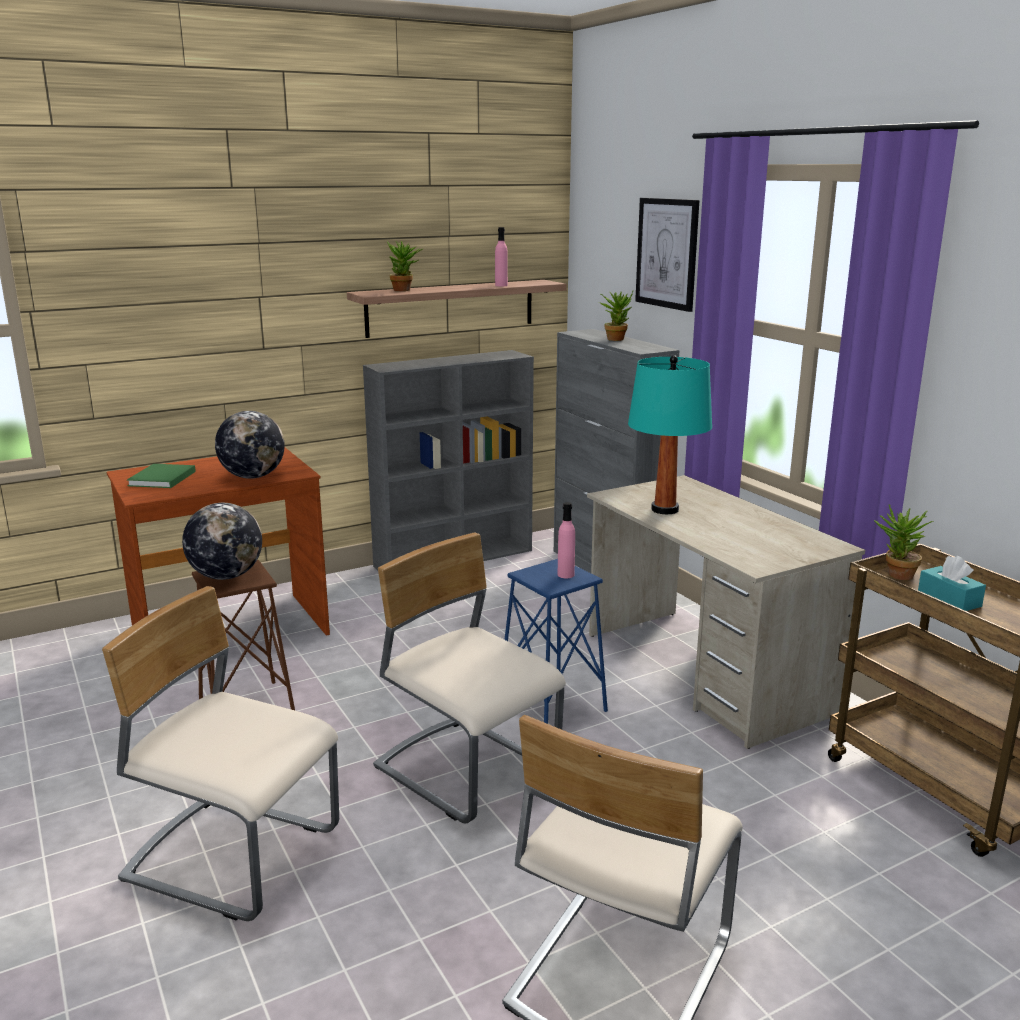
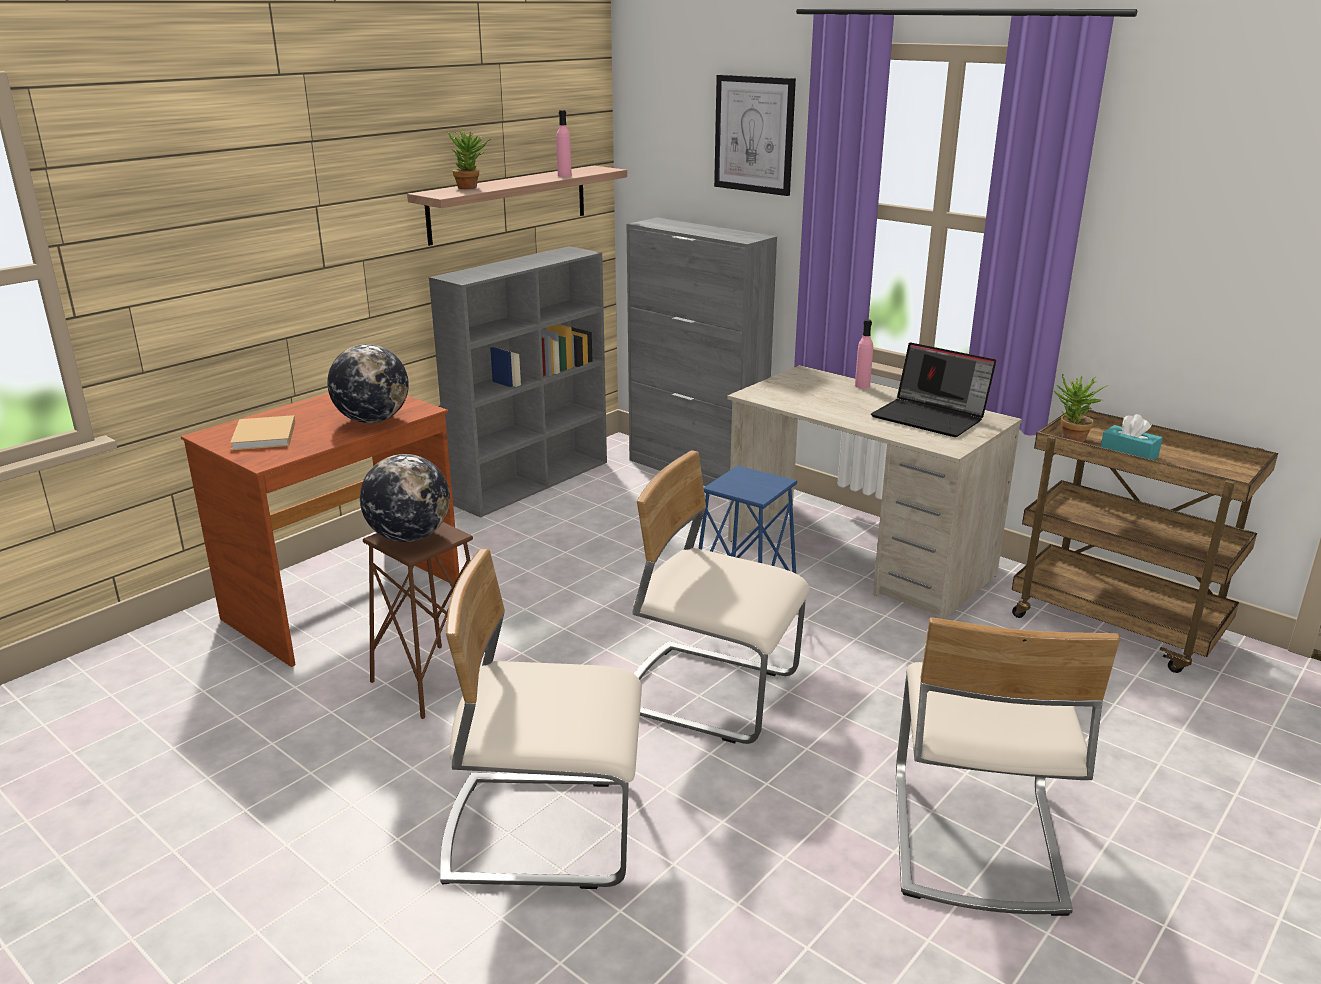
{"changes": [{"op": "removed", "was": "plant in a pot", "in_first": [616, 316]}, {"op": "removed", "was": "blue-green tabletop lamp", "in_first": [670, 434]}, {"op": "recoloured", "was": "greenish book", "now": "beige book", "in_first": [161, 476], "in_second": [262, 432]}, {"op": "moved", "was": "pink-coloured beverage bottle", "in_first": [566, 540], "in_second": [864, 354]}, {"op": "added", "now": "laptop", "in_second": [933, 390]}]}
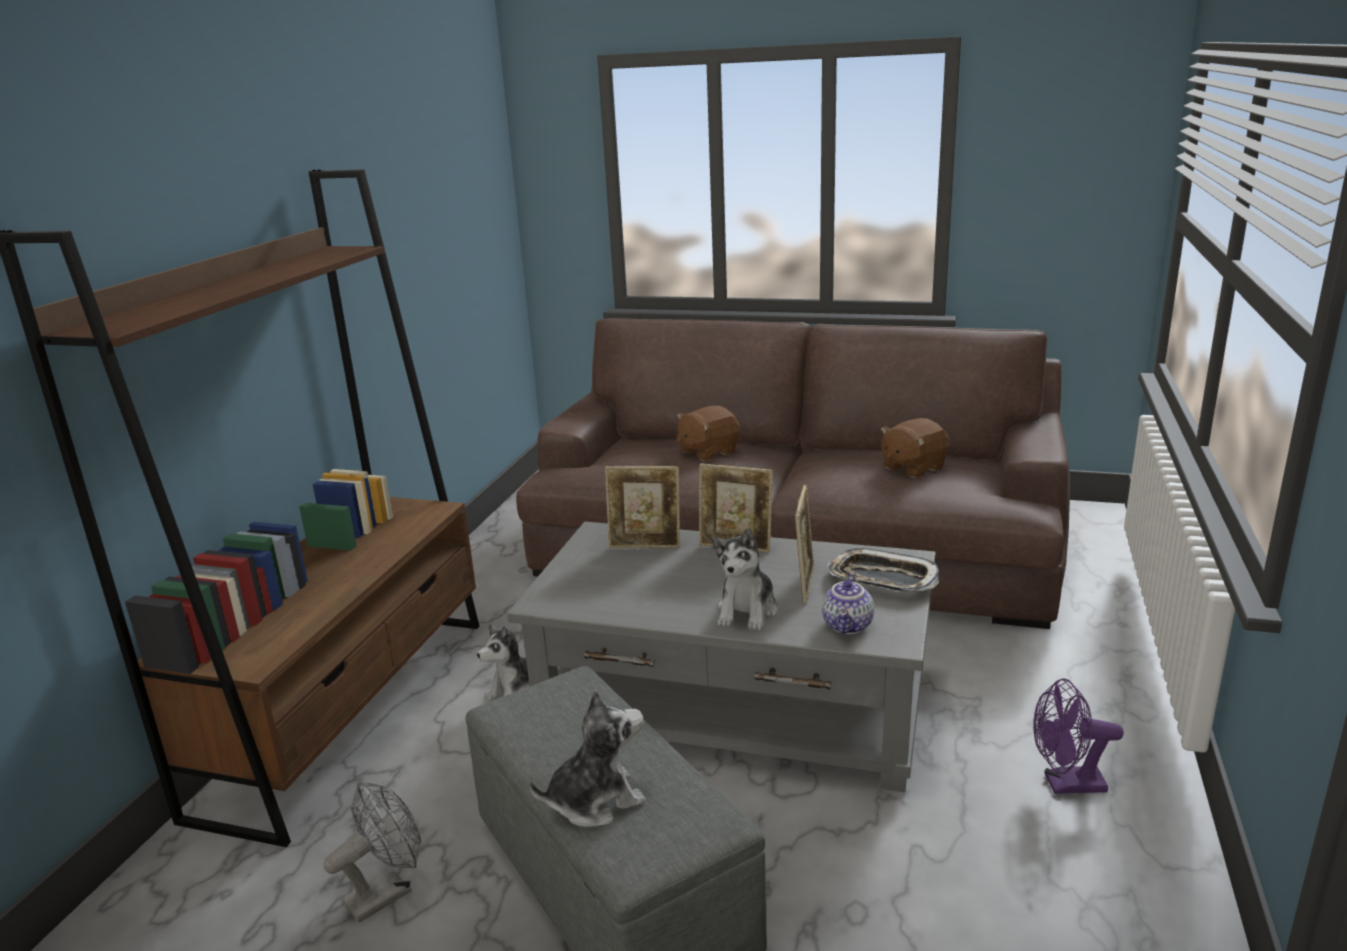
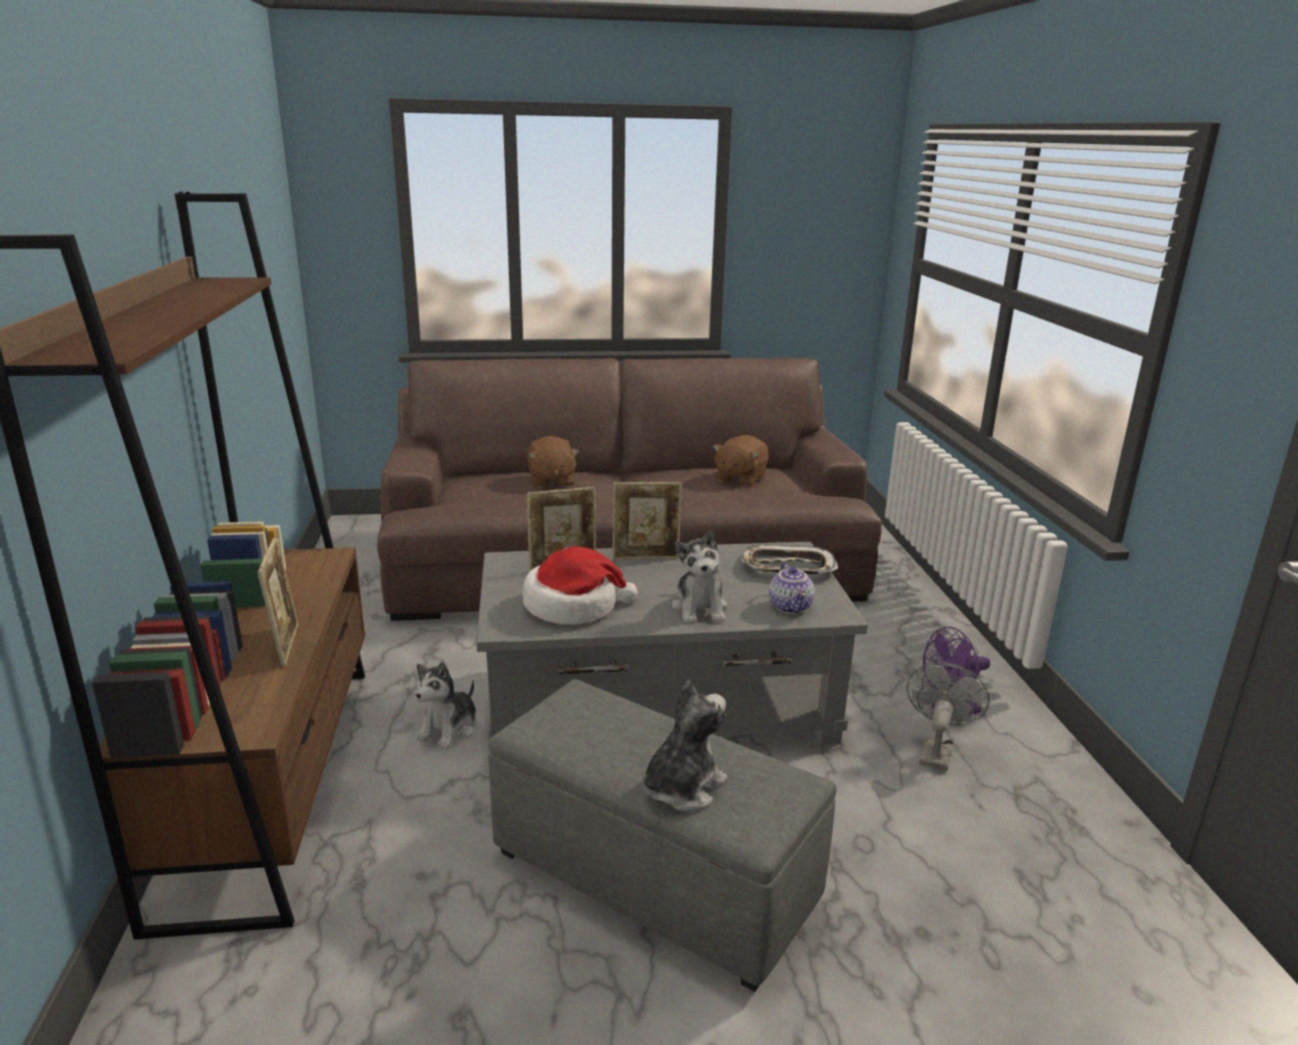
{"changes": [{"op": "turned", "was": "brown-coloured cuddly toy", "in_first": [708, 433], "in_second": [553, 462], "clockwise": -45}, {"op": "moved", "was": "standing frame", "in_first": [804, 544], "in_second": [278, 601]}, {"op": "moved", "was": "greyish cooling fan", "in_first": [372, 852], "in_second": [948, 716]}, {"op": "added", "now": "hat", "in_second": [580, 585]}]}
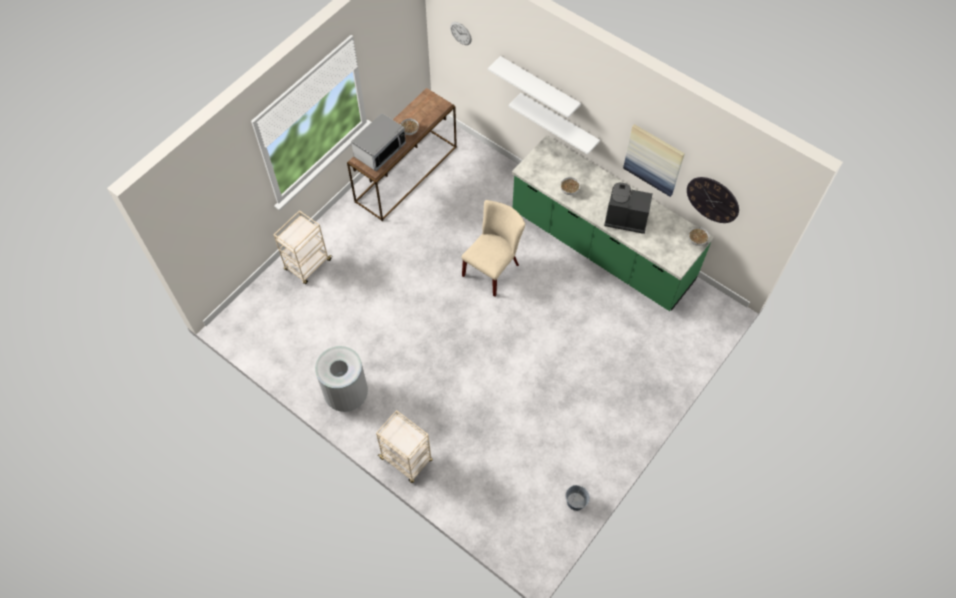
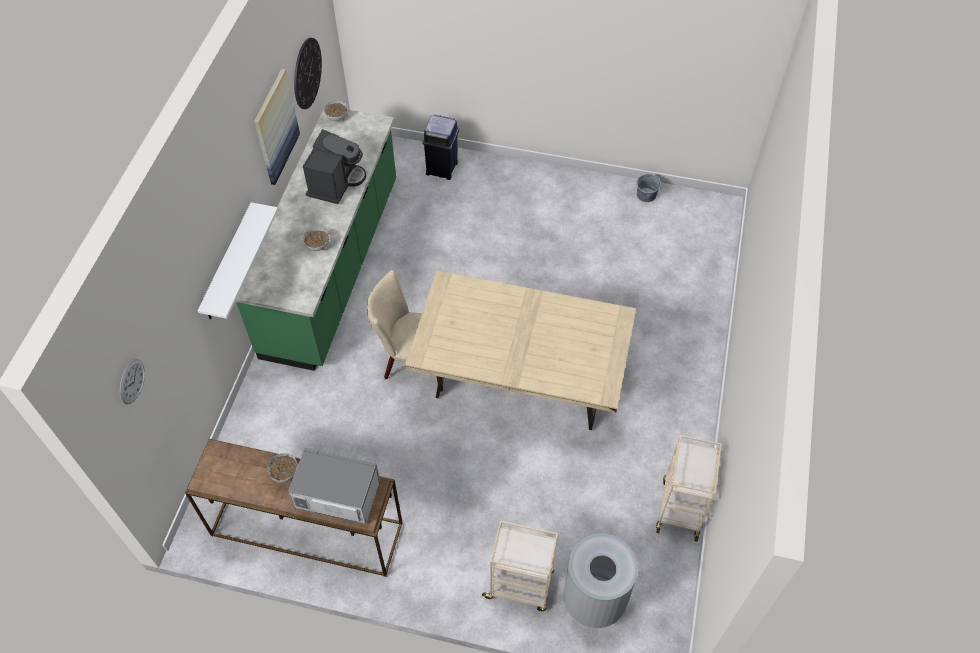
{"changes": [{"op": "removed", "was": "whitish shelf", "in_first": [534, 87]}, {"op": "turned", "was": "coffee brewer", "in_first": [628, 208], "in_second": [334, 166], "clockwise": -150}, {"op": "moved", "was": "greyish trash can", "in_first": [341, 379], "in_second": [601, 580]}, {"op": "moved", "was": "beige wheeled cart", "in_first": [404, 446], "in_second": [689, 488]}, {"op": "added", "now": "bluish trash can", "in_second": [440, 147]}, {"op": "added", "now": "beige kitchen table", "in_second": [520, 350]}]}
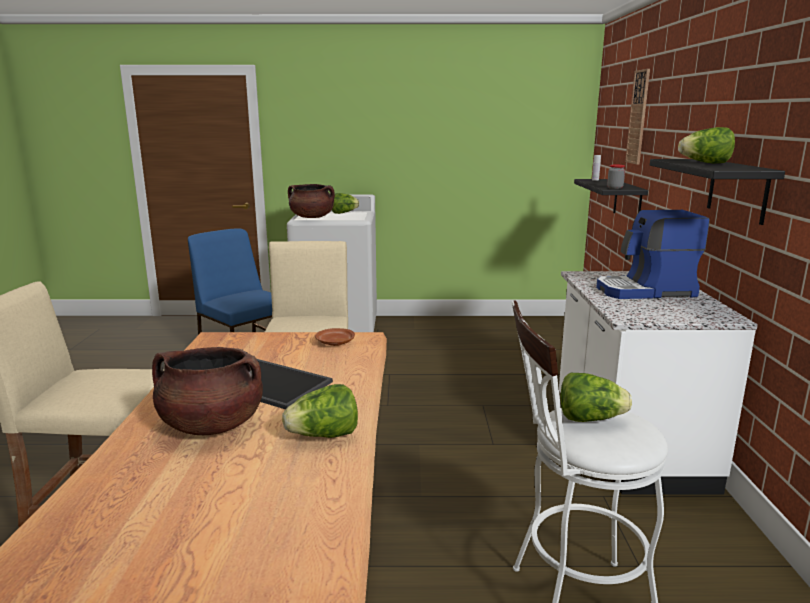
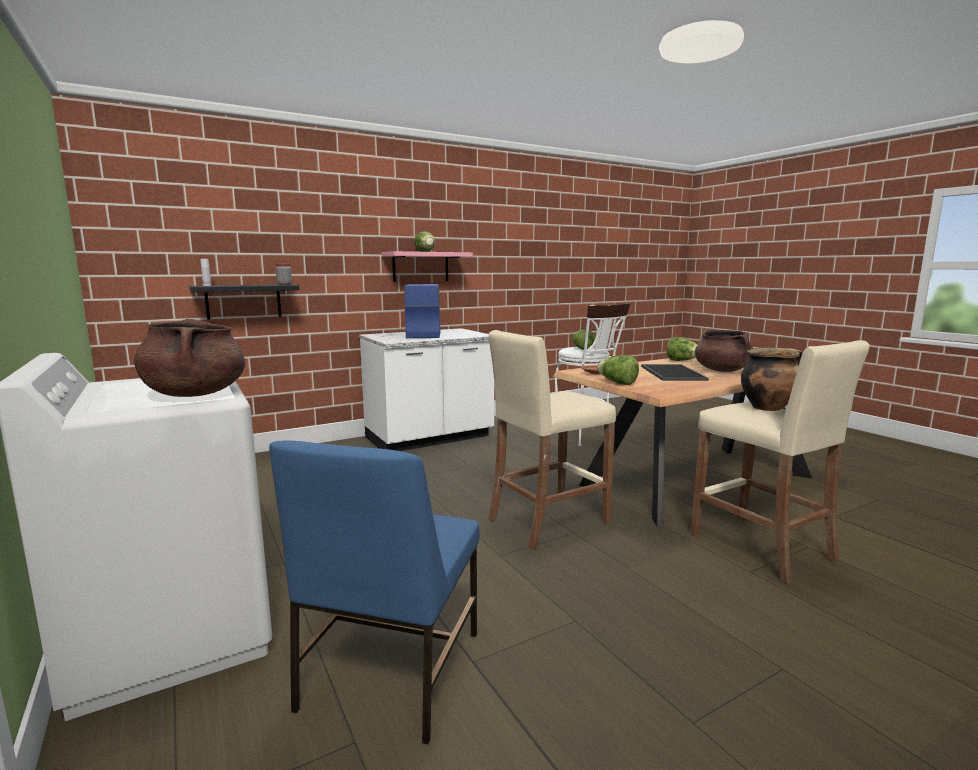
{"changes": [{"op": "removed", "was": "wall clock", "in_first": [637, 117]}, {"op": "recoloured", "was": "black shelf", "now": "pink-coloured shelf", "in_first": [717, 192], "in_second": [427, 266]}, {"op": "moved", "was": "lettuce head", "in_first": [345, 203], "in_second": [618, 370]}, {"op": "turned", "was": "coffee brewer", "in_first": [653, 254], "in_second": [422, 311], "clockwise": -150}, {"op": "added", "now": "stockpot", "in_second": [772, 379]}]}
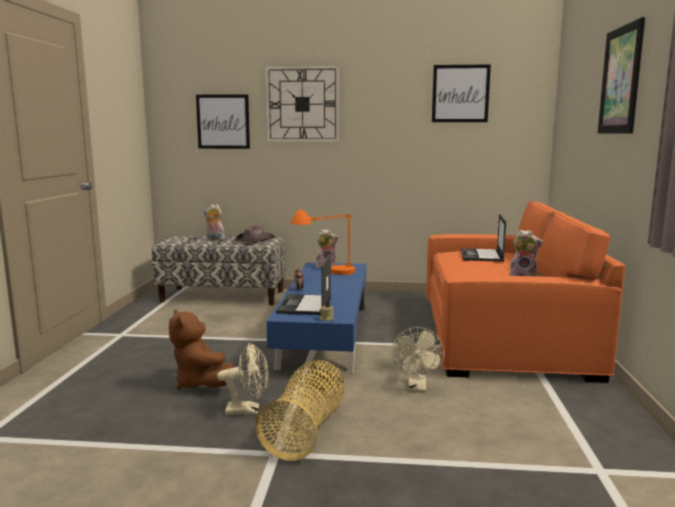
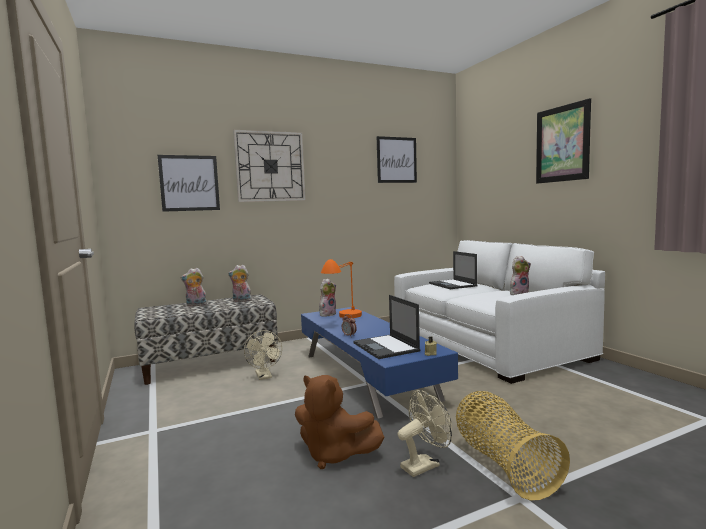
{"changes": [{"op": "recoloured", "was": "orangey couch", "now": "whitish couch", "in_first": [525, 292], "in_second": [499, 312]}, {"op": "replaced", "was": "brown-coloured hat", "now": "cuddly toy", "in_first": [254, 234], "in_second": [240, 283]}, {"op": "moved", "was": "beige cooling fan", "in_first": [418, 359], "in_second": [263, 355]}]}
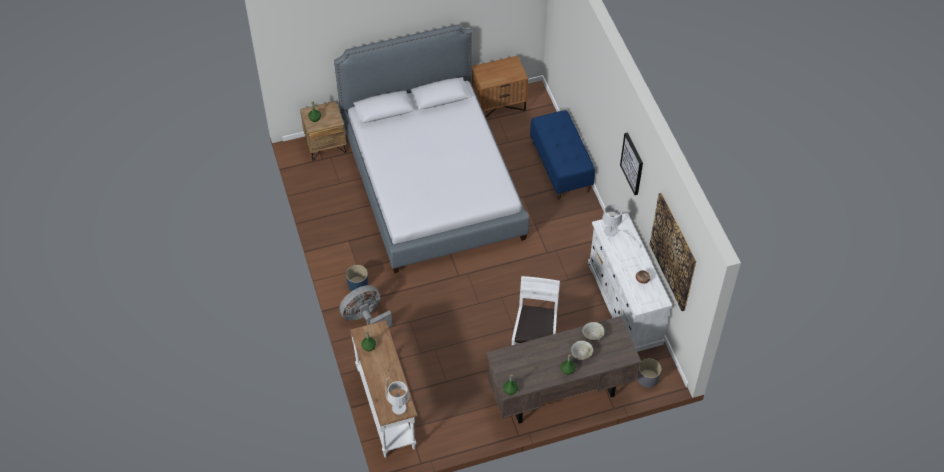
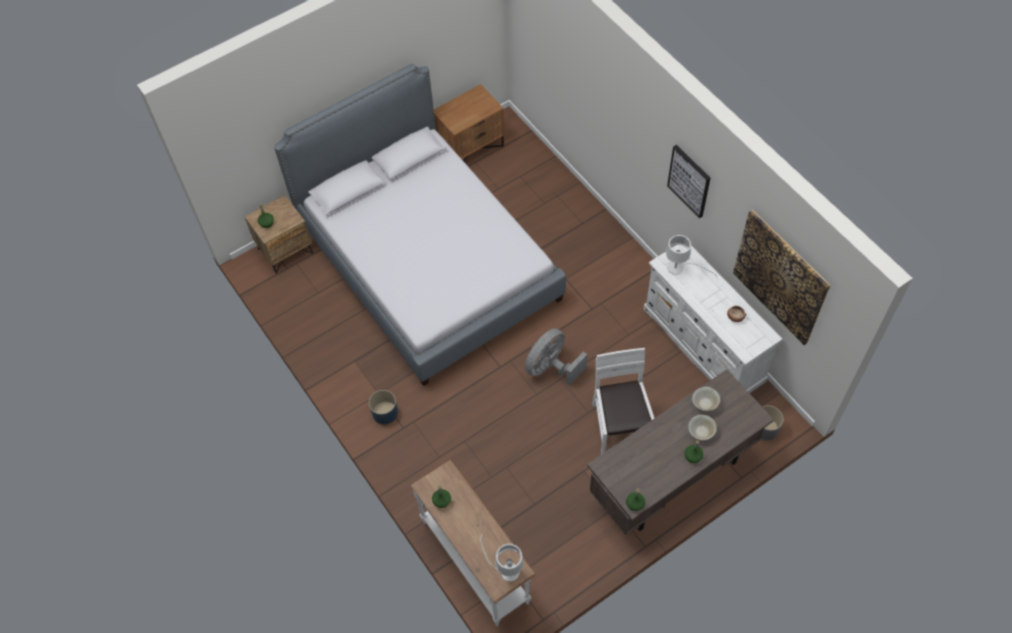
{"changes": [{"op": "removed", "was": "bluish long seat", "in_first": [562, 155]}, {"op": "moved", "was": "greyish cooling fan", "in_first": [365, 306], "in_second": [556, 356]}]}
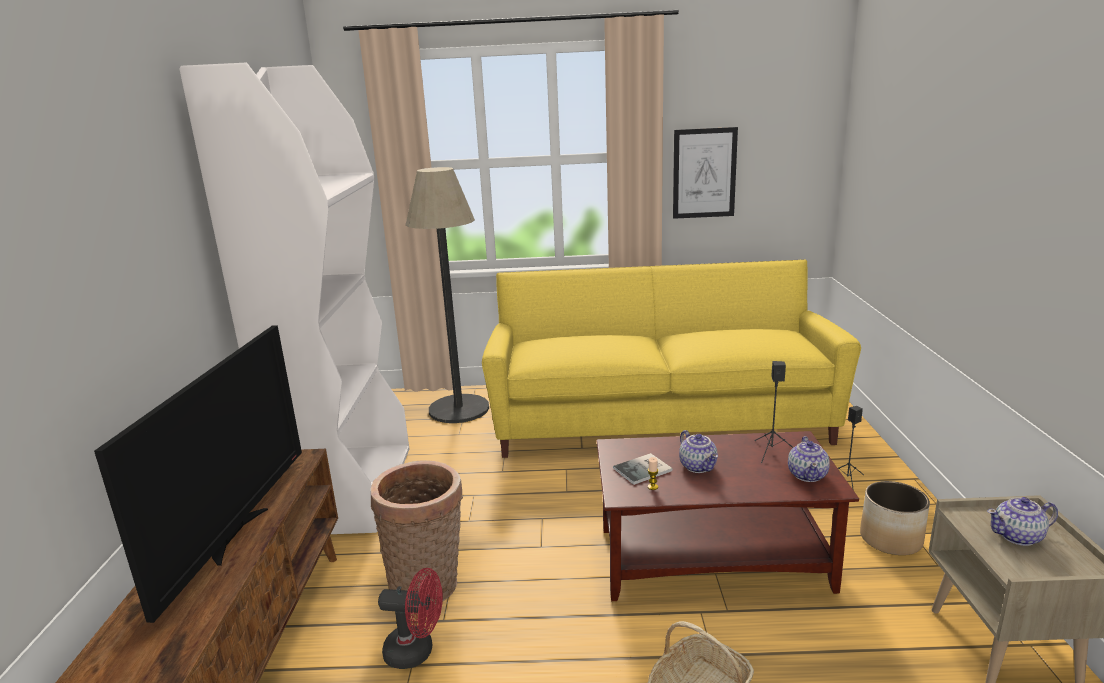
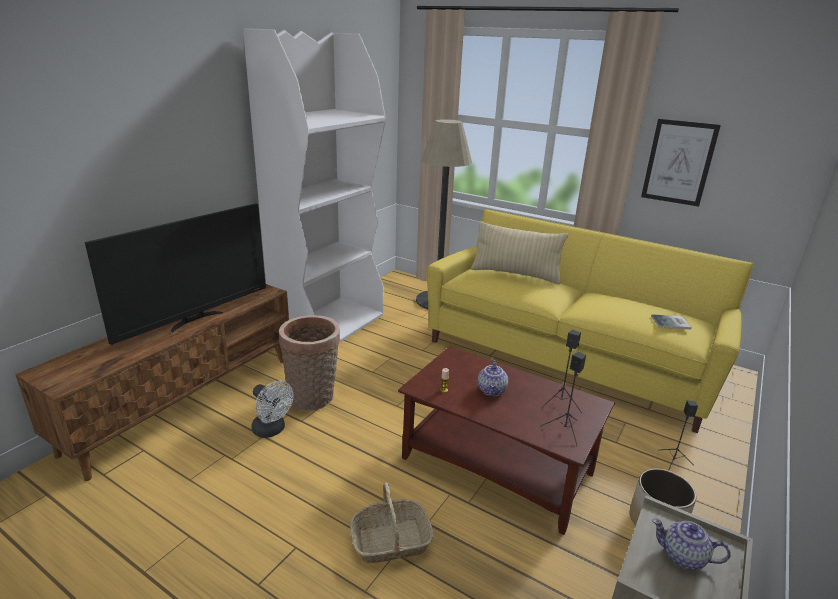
{"changes": [{"op": "replaced", "was": "pot for tea", "now": "black loudspeaker", "in_first": [809, 459], "in_second": [563, 399]}, {"op": "moved", "was": "book", "in_first": [642, 469], "in_second": [671, 321]}, {"op": "recoloured", "was": "red-coloured cooling fan", "now": "whitish cooling fan", "in_first": [410, 618], "in_second": [272, 409]}, {"op": "added", "now": "beige pillow", "in_second": [519, 252]}]}
